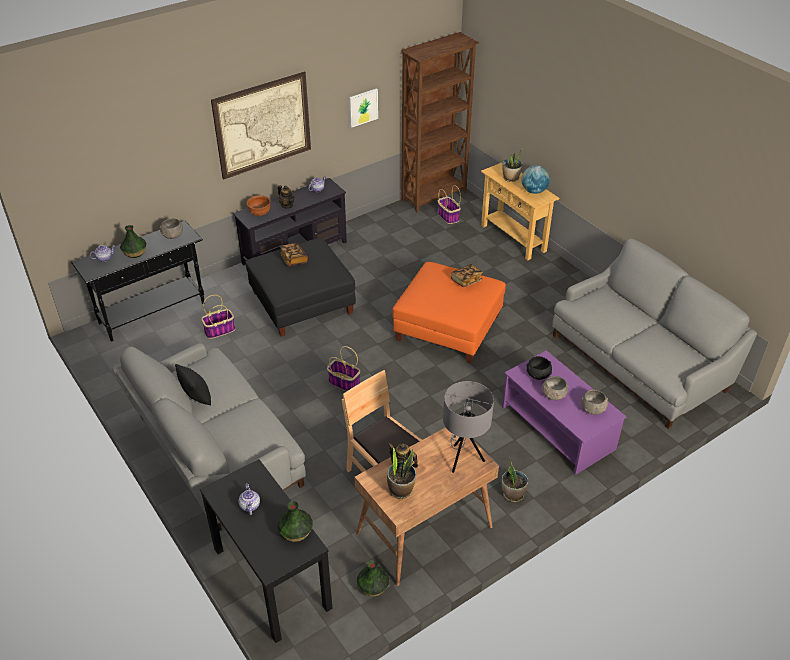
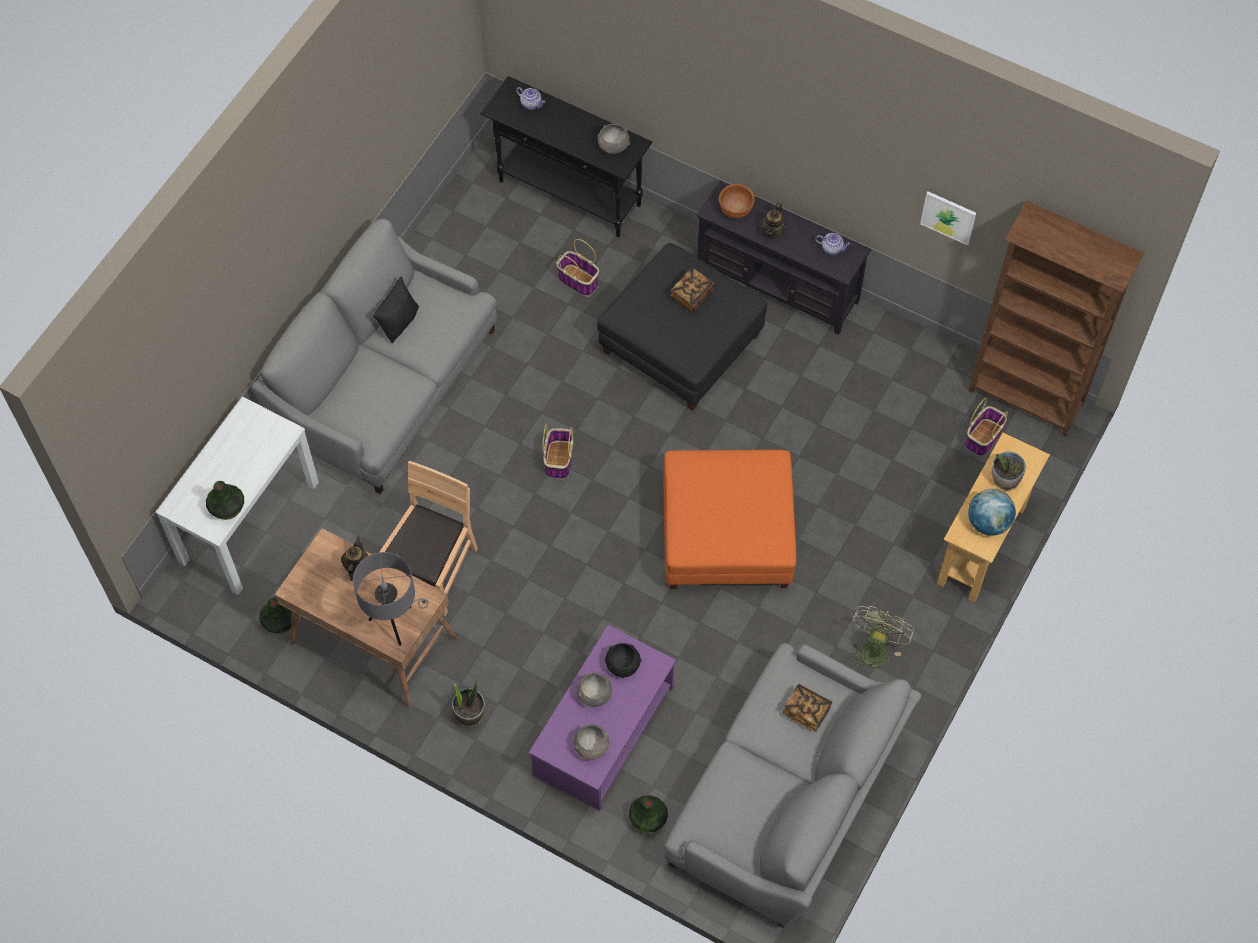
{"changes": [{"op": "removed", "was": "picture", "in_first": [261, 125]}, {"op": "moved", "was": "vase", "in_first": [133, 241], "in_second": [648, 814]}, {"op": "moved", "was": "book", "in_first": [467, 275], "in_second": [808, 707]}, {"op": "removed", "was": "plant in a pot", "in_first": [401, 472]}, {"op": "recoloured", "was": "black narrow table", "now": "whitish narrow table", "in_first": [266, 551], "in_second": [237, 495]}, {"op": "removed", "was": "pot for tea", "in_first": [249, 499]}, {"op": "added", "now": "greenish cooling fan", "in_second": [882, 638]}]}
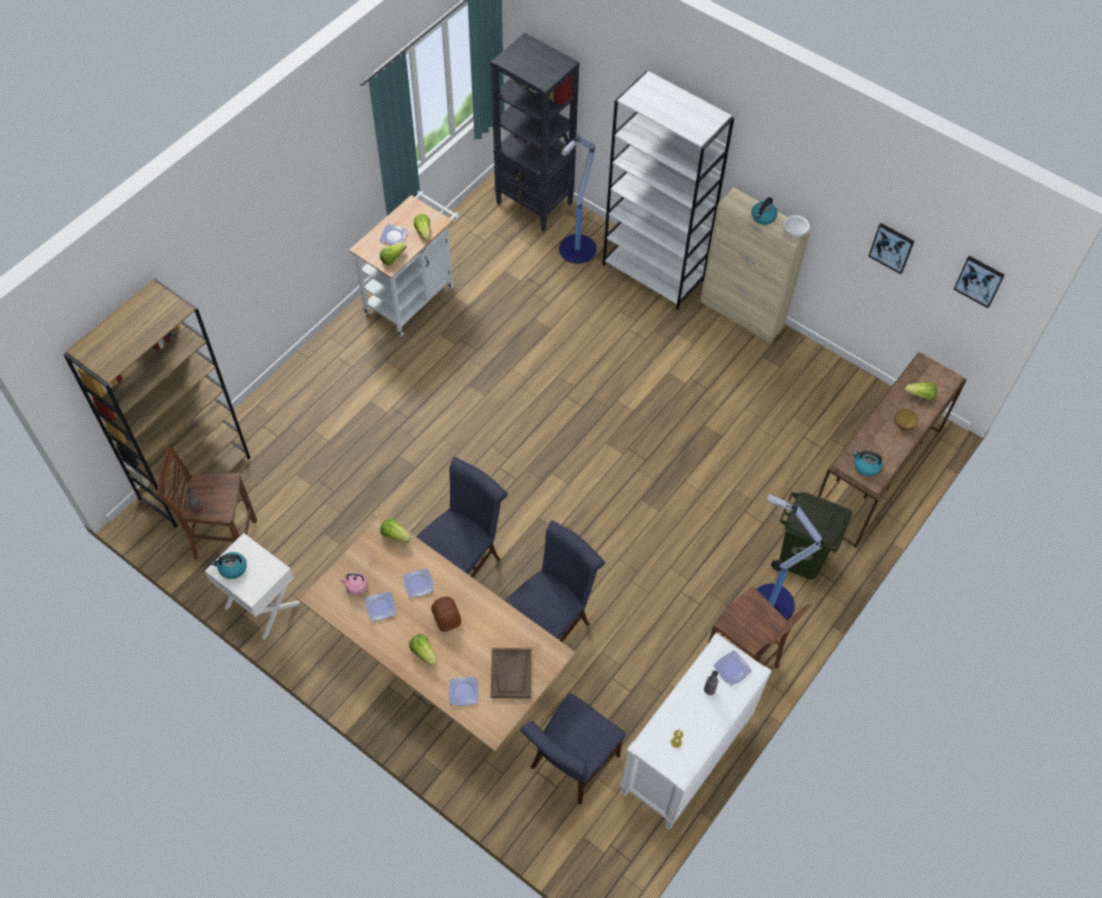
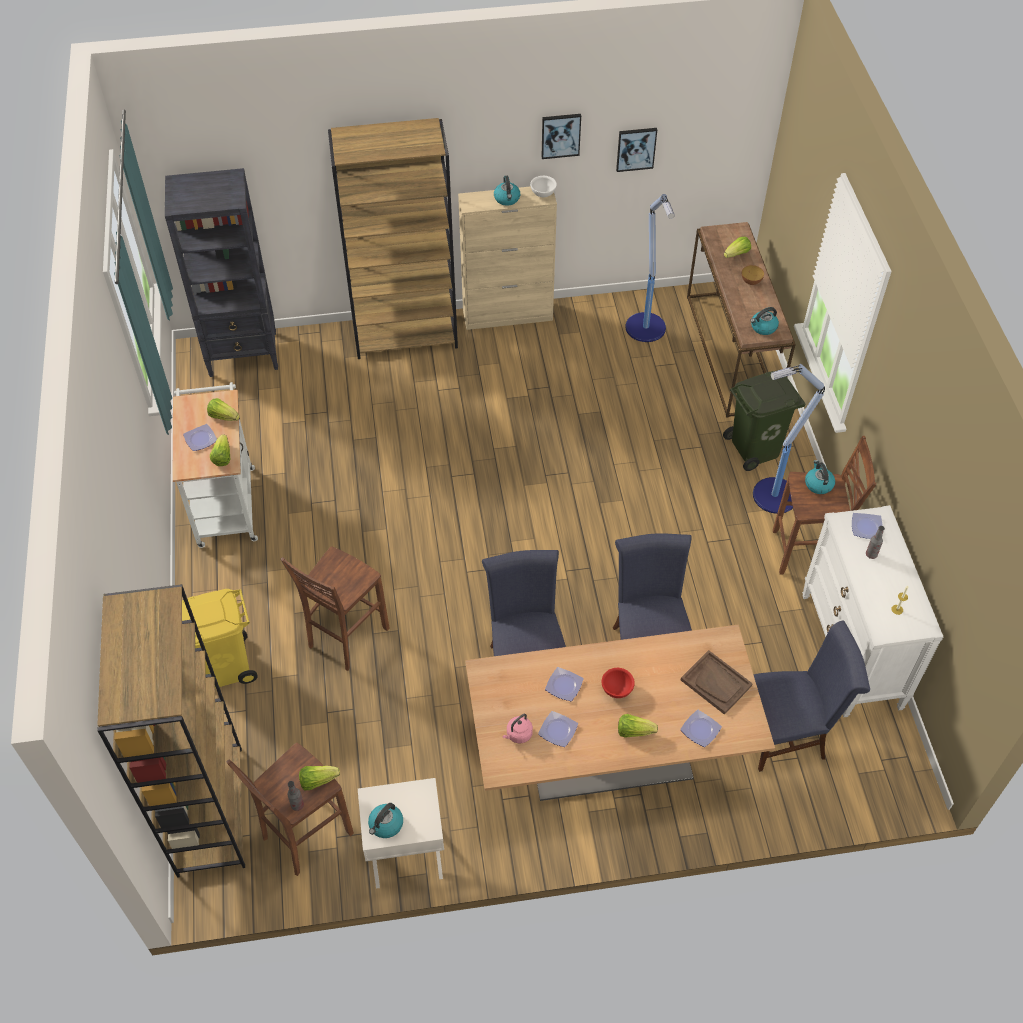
{"changes": [{"op": "recoloured", "was": "whitish bookcase", "now": "brown-coloured bookcase", "in_first": [668, 190], "in_second": [393, 238]}, {"op": "moved", "was": "standing lamp", "in_first": [577, 199], "in_second": [650, 268]}, {"op": "moved", "was": "picture", "in_first": [979, 282], "in_second": [561, 136]}, {"op": "moved", "was": "lettuce head", "in_first": [395, 530], "in_second": [319, 778]}, {"op": "replaced", "was": "baked bread", "now": "red-coloured serving bowl", "in_first": [446, 614], "in_second": [618, 683]}, {"op": "turned", "was": "bluish upright chair", "in_first": [573, 749], "in_second": [811, 696], "clockwise": -90}, {"op": "added", "now": "tea kettle", "in_second": [820, 477]}, {"op": "added", "now": "brown-coloured stool", "in_second": [334, 608]}, {"op": "added", "now": "yellow trash can", "in_second": [220, 638]}]}
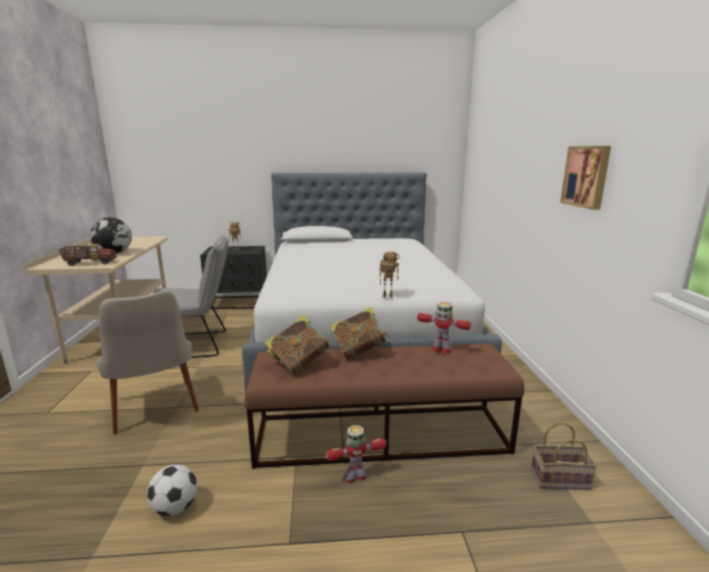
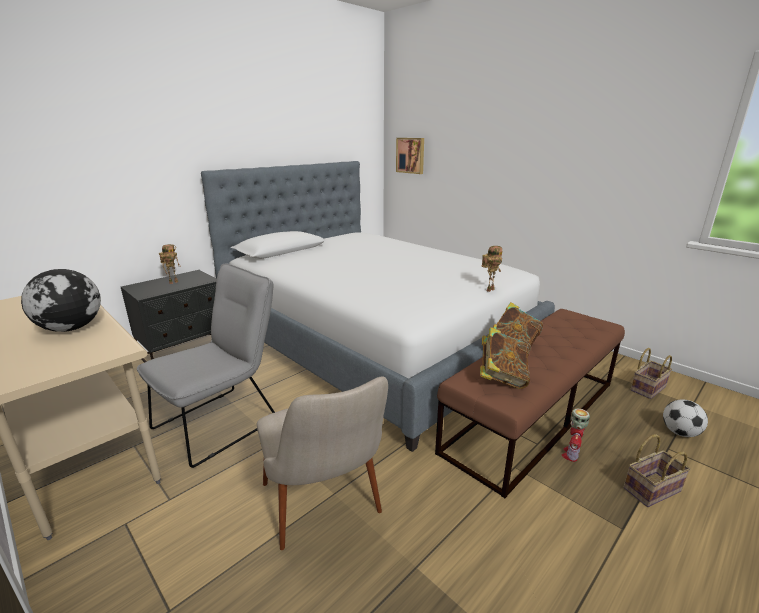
{"changes": [{"op": "moved", "was": "picture", "in_first": [585, 178], "in_second": [410, 156]}, {"op": "removed", "was": "model truck", "in_first": [88, 255]}, {"op": "turned", "was": "beige upright chair", "in_first": [148, 362], "in_second": [322, 463], "clockwise": 45}, {"op": "removed", "was": "model robot", "in_first": [444, 328]}, {"op": "moved", "was": "football ball", "in_first": [172, 490], "in_second": [685, 418]}, {"op": "added", "now": "storage basket", "in_second": [657, 470]}]}
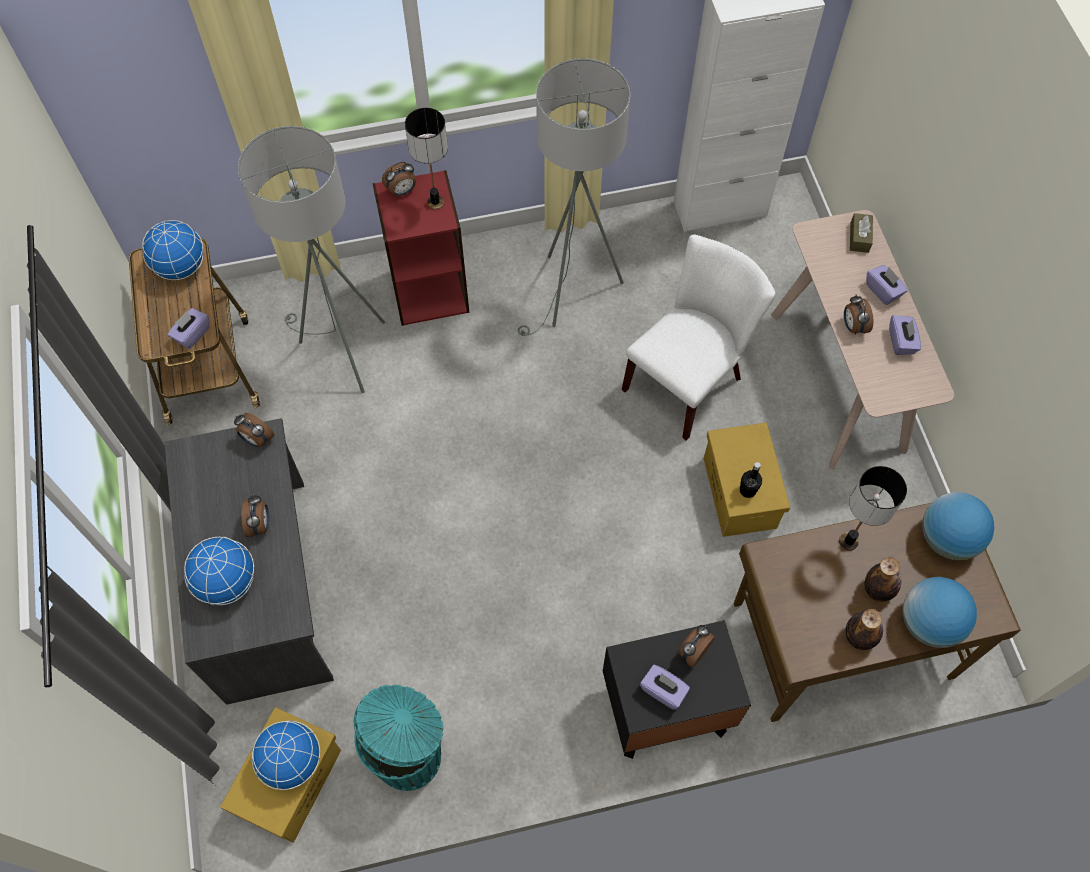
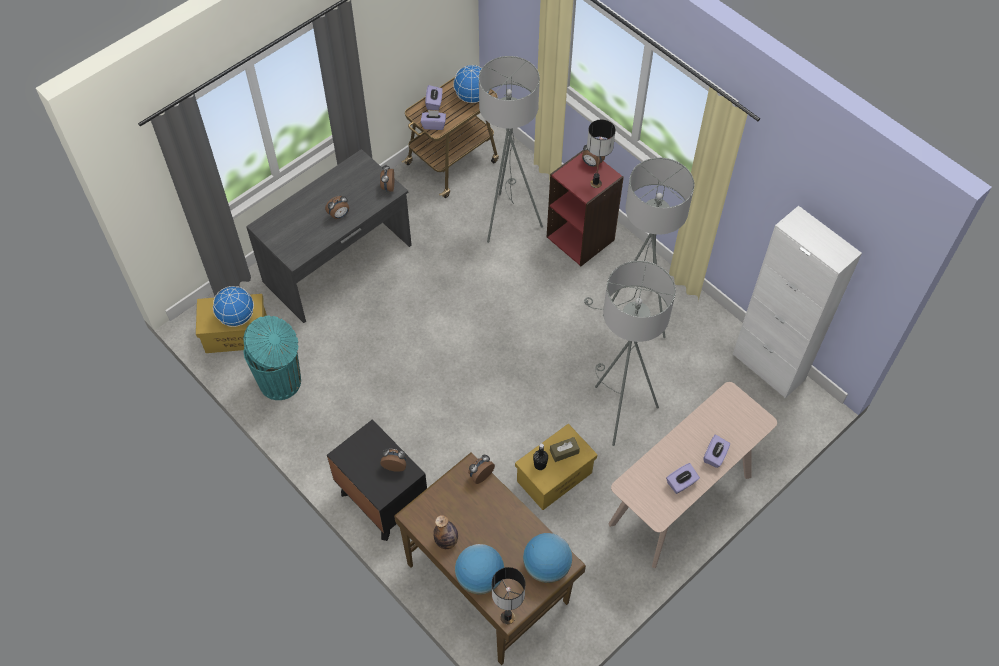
{"changes": [{"op": "moved", "was": "brown-coloured tissue holder", "in_first": [861, 233], "in_second": [565, 449]}, {"op": "replaced", "was": "whitish upright chair", "now": "greyish standing lamp", "in_first": [698, 337], "in_second": [635, 353]}, {"op": "moved", "was": "bedside clock", "in_first": [858, 315], "in_second": [481, 469]}, {"op": "moved", "was": "tabletop lamp", "in_first": [873, 508], "in_second": [508, 596]}, {"op": "removed", "was": "globe", "in_first": [219, 571]}, {"op": "removed", "was": "beverage bottle", "in_first": [882, 579]}, {"op": "moved", "was": "purplish tissue holder", "in_first": [665, 686], "in_second": [434, 97]}]}
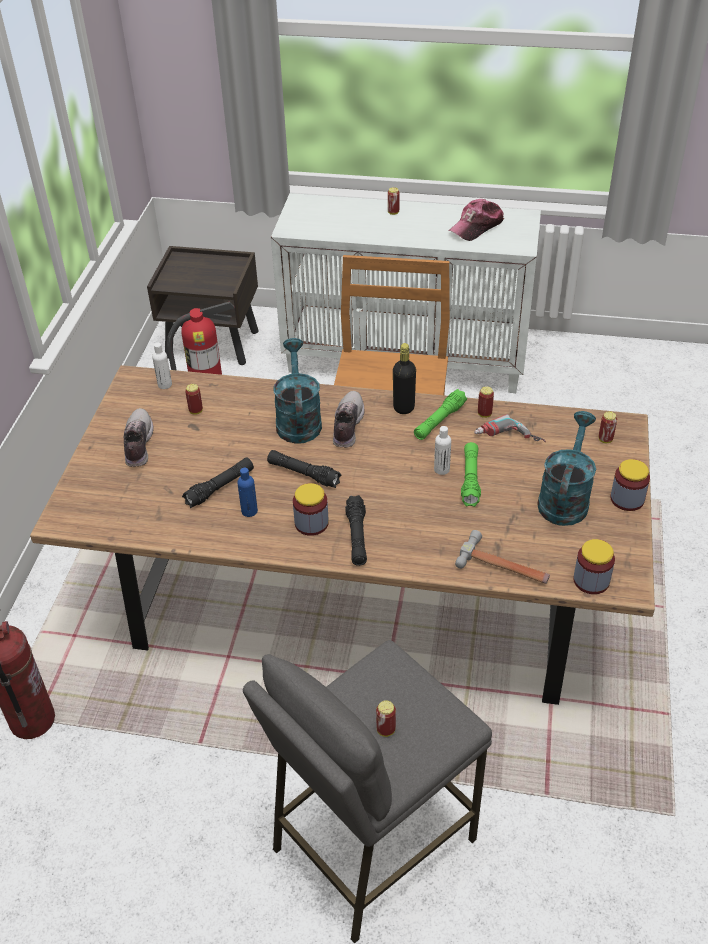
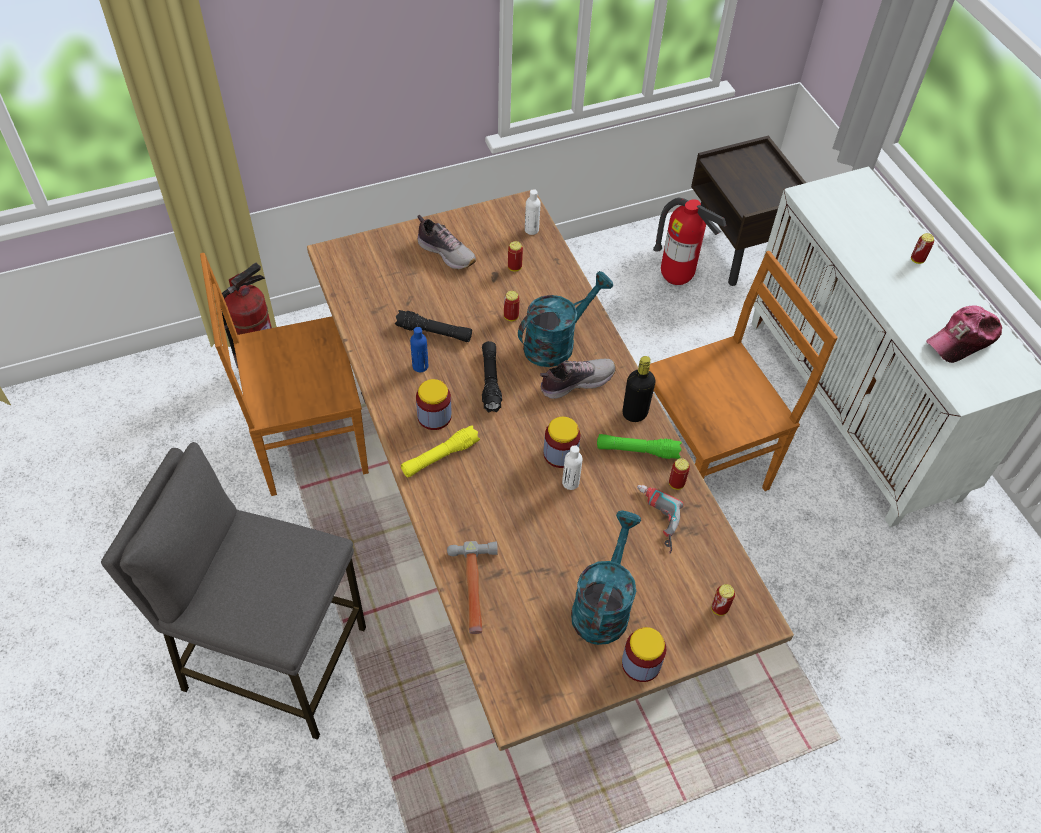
{"changes": [{"op": "turned", "was": "baseball cap", "in_first": [476, 220], "in_second": [964, 334], "clockwise": -45}, {"op": "turned", "was": "item of footwear", "in_first": [138, 437], "in_second": [446, 242], "clockwise": 75}, {"op": "turned", "was": "blue-green watering can", "in_first": [566, 468], "in_second": [606, 577], "clockwise": -60}, {"op": "removed", "was": "greenish hand torch", "in_first": [471, 474]}, {"op": "recoloured", "was": "black hand torch", "now": "yellow hand torch", "in_first": [356, 530], "in_second": [440, 451]}, {"op": "moved", "was": "jar", "in_first": [594, 566], "in_second": [562, 442]}, {"op": "moved", "was": "can", "in_first": [386, 718], "in_second": [512, 306]}, {"op": "added", "now": "brown-coloured upright chair", "in_second": [284, 374]}]}
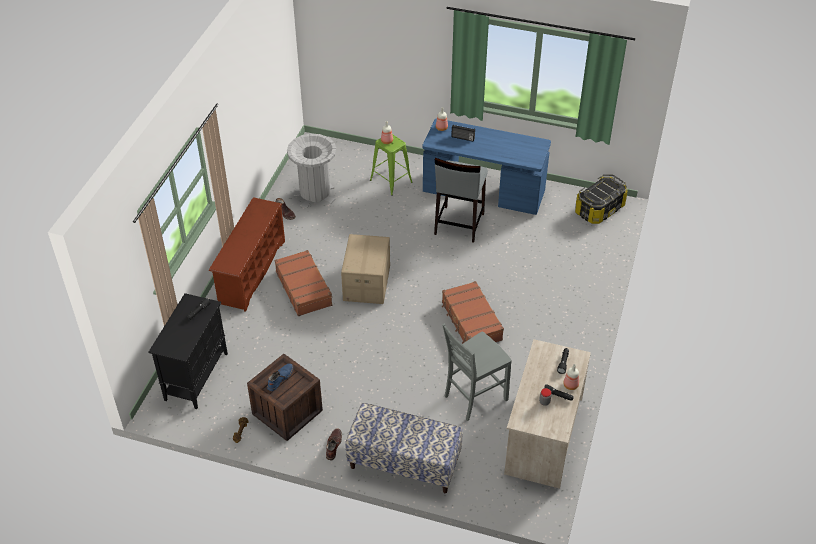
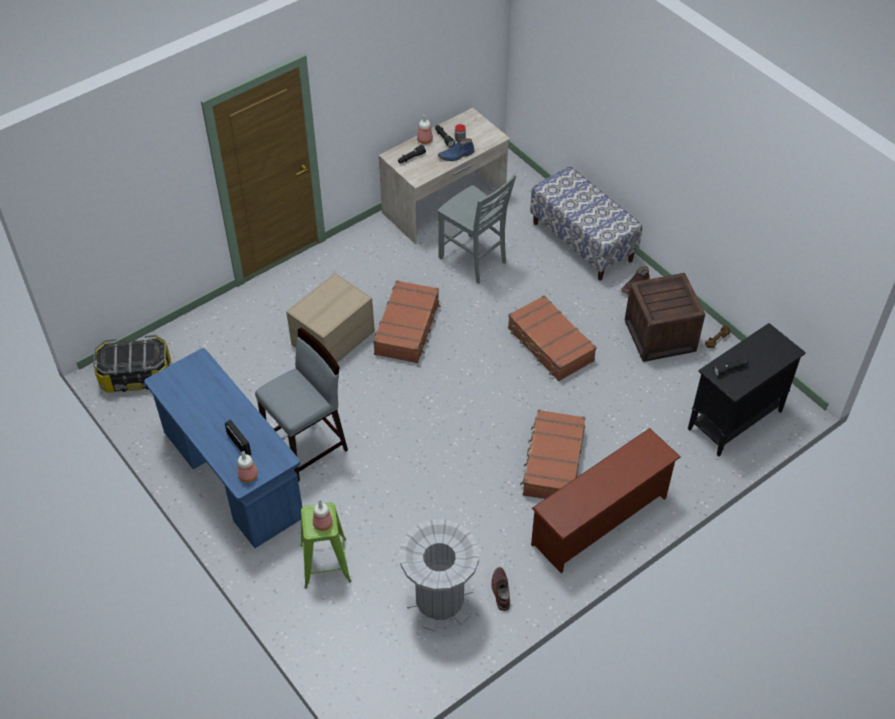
{"changes": [{"op": "moved", "was": "cardboard box", "in_first": [365, 269], "in_second": [330, 318]}, {"op": "turned", "was": "greyish upright chair", "in_first": [477, 372], "in_second": [477, 229], "clockwise": 45}, {"op": "moved", "was": "bluish high-top boot", "in_first": [280, 377], "in_second": [456, 149]}, {"op": "added", "now": "brown-coloured piece of luggage", "in_second": [552, 338]}]}
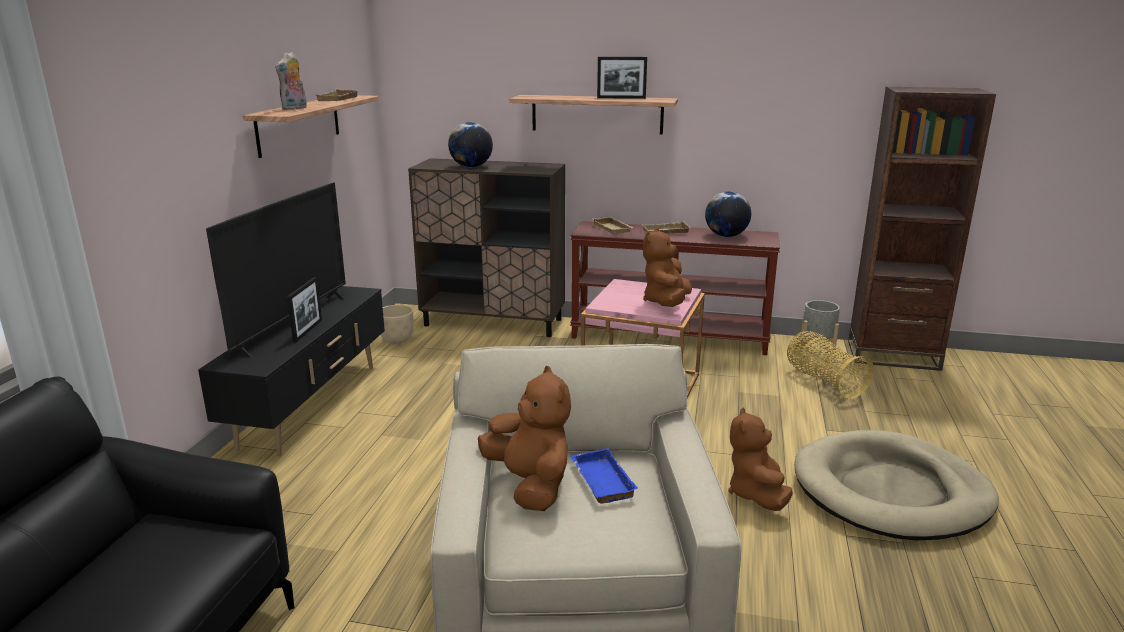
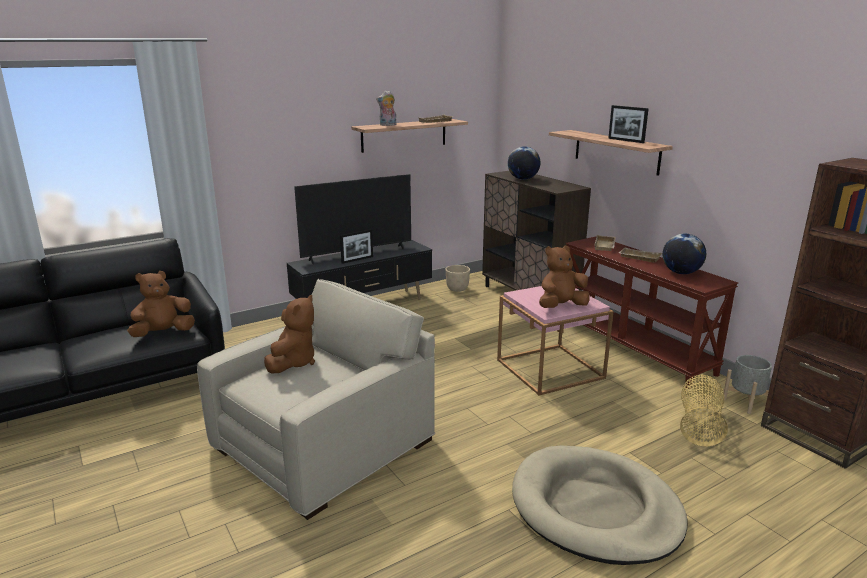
{"changes": [{"op": "moved", "was": "brown-coloured cuddly toy", "in_first": [760, 459], "in_second": [161, 304]}, {"op": "removed", "was": "bluish tray", "in_first": [604, 476]}]}
